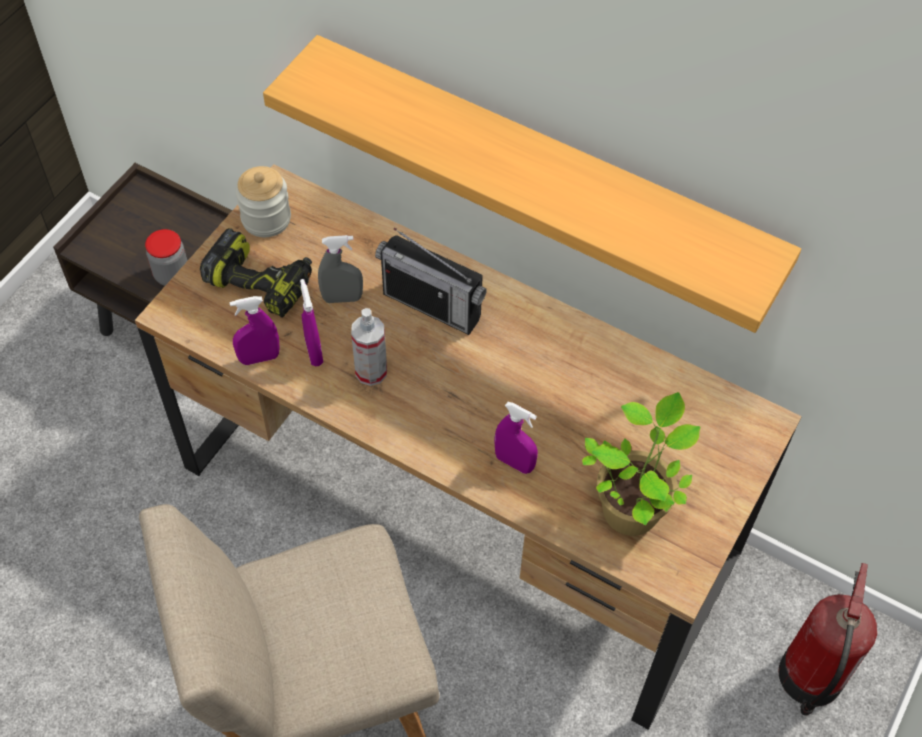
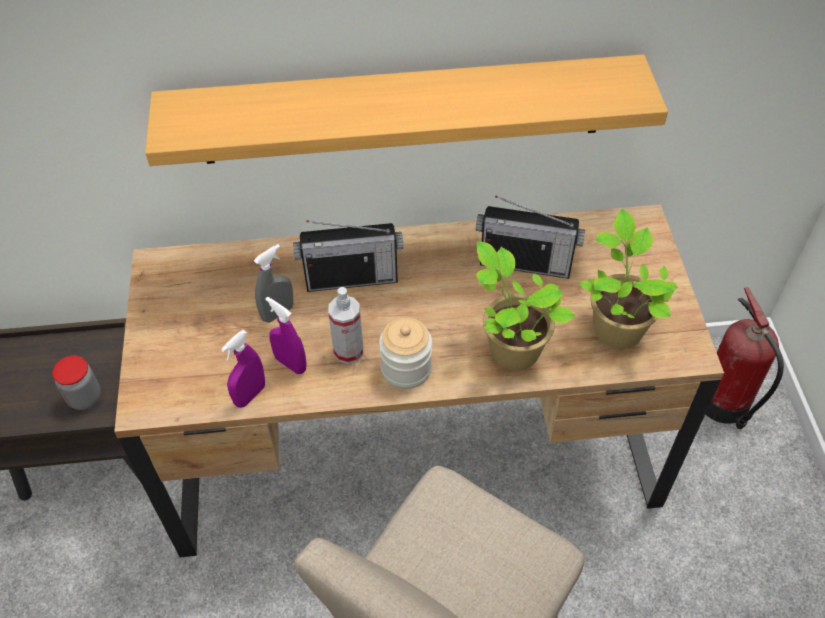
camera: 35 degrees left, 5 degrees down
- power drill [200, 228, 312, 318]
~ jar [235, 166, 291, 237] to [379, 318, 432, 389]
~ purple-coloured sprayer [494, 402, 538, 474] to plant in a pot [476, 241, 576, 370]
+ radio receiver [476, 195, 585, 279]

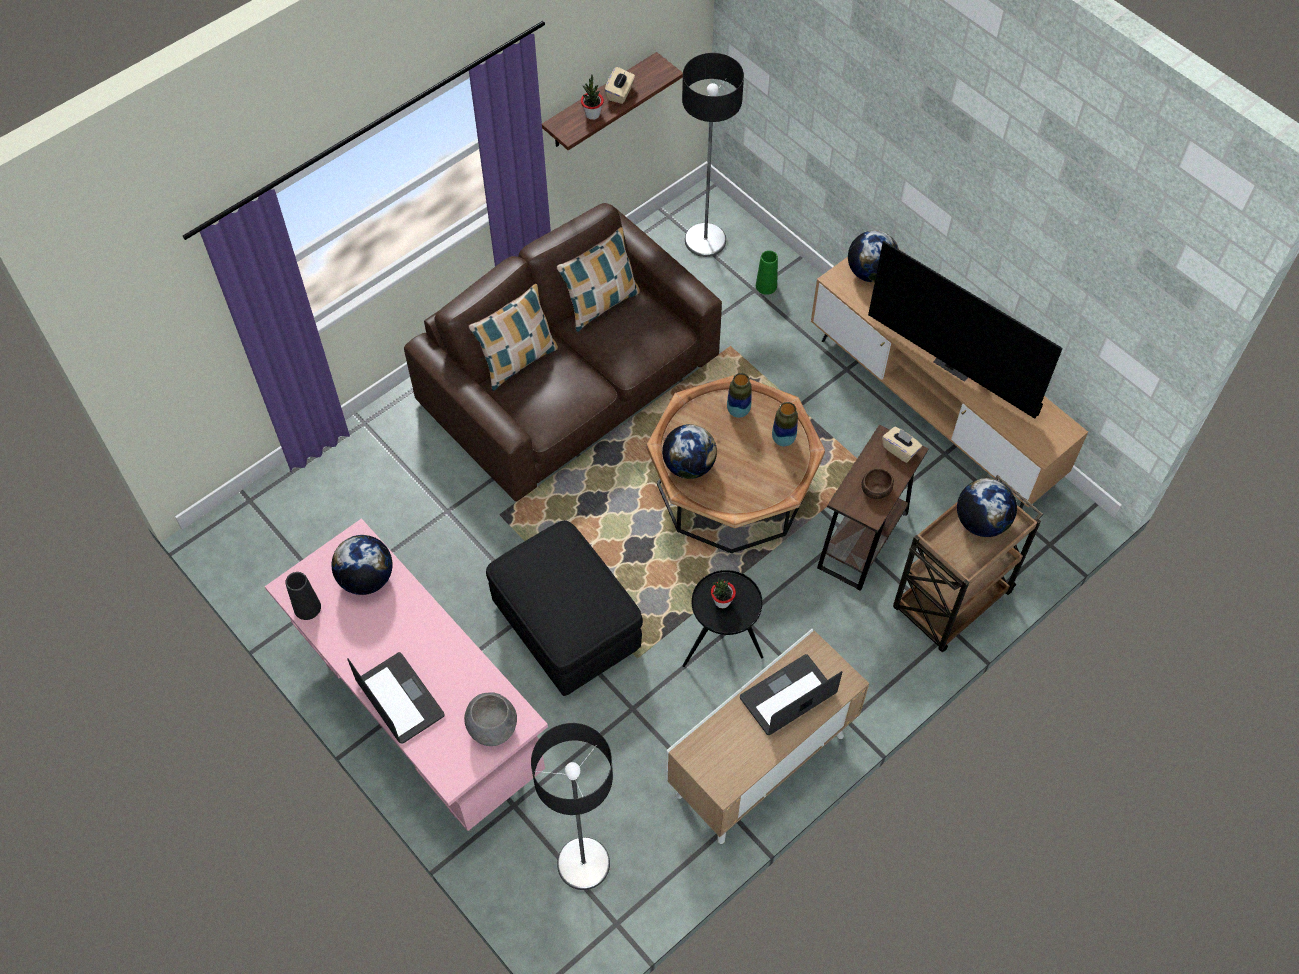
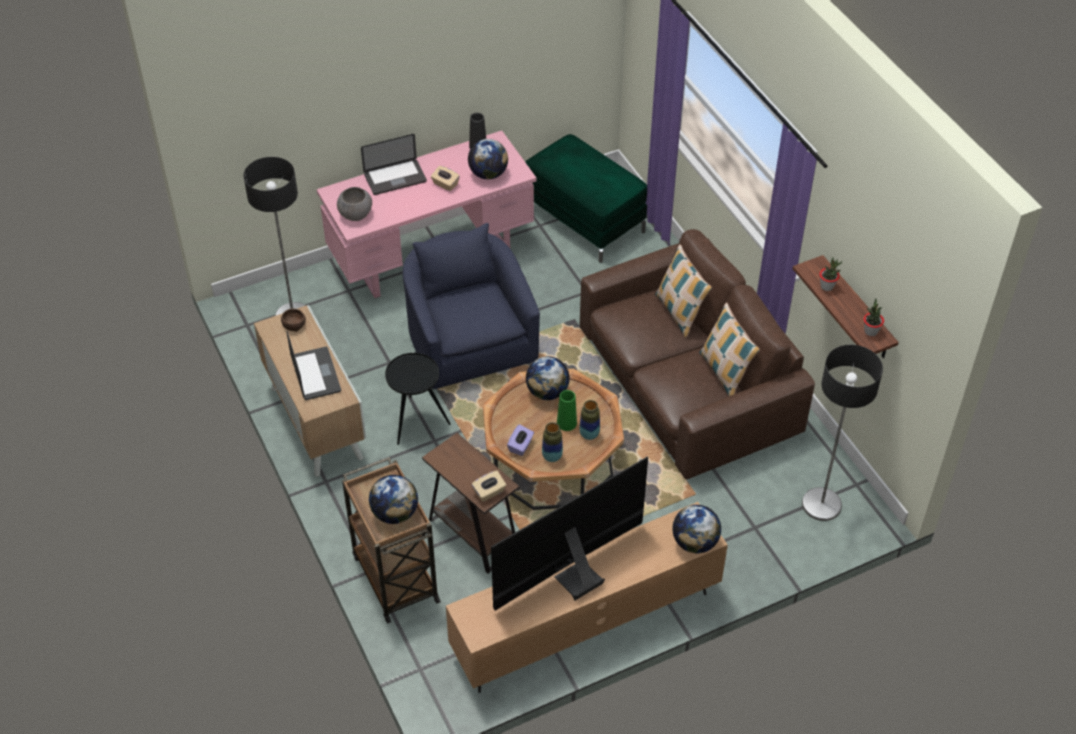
camera: 105 degrees right, 10 degrees down
~ black pouffe [486, 520, 643, 696] to bluish armchair [403, 223, 540, 389]
~ beige-coloured box of tissues [604, 67, 635, 104] to [431, 166, 460, 191]
~ plant in a pot [711, 578, 736, 608] to [863, 298, 884, 336]
~ green flower vase [756, 250, 778, 295] to [557, 390, 577, 431]
~ brown-coloured deep dish [862, 468, 894, 499] to [281, 308, 306, 332]
+ purple-coloured box of tissues [507, 424, 534, 456]
+ green pouffe [525, 134, 647, 263]

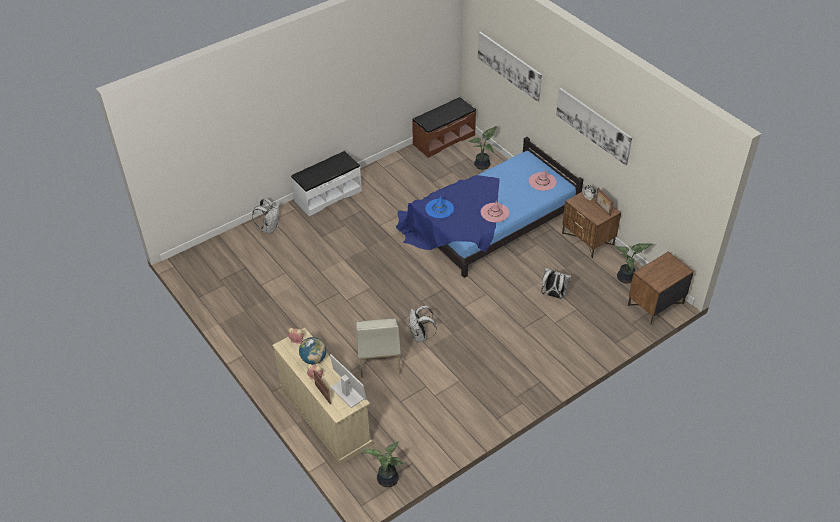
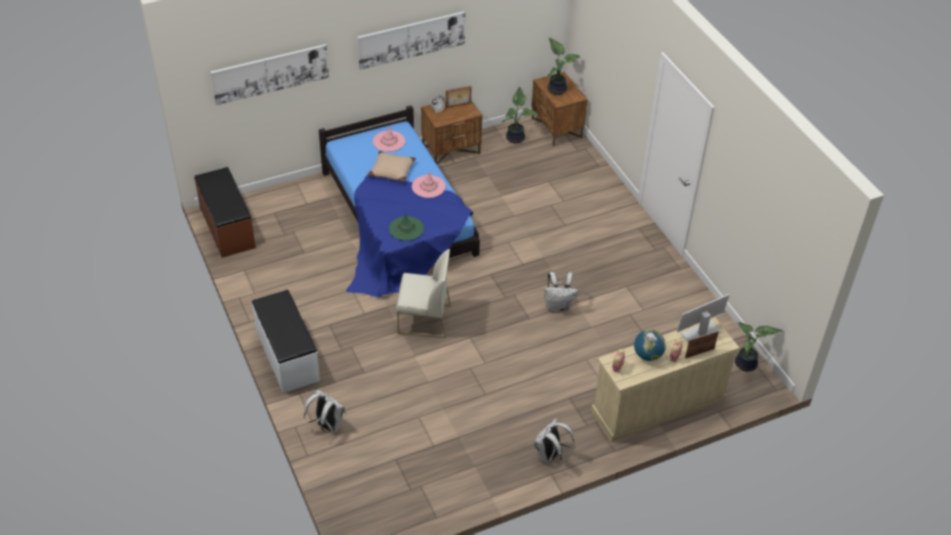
camera: 80 degrees left, 0 degrees up
~ white upright chair [355, 318, 401, 378] to [396, 249, 451, 338]
~ bluish wearable hat [425, 195, 454, 218] to green wearable hat [389, 213, 424, 241]
~ plant in a pot [469, 126, 498, 170] to [547, 38, 580, 95]
~ white knapsack [541, 268, 571, 299] to [534, 418, 574, 464]
+ beige-coloured throw pillow [367, 151, 416, 182]

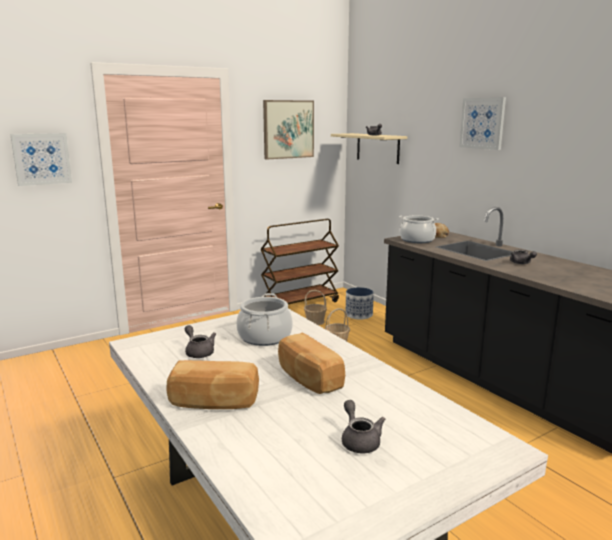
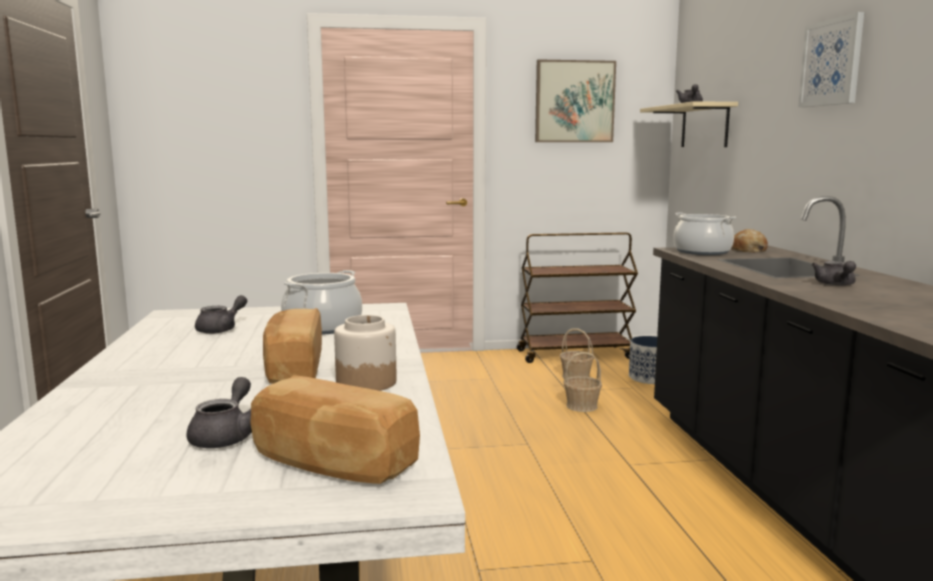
camera: 25 degrees right, 5 degrees down
- wall picture [10, 133, 72, 186]
~ baked bread [166, 360, 259, 409] to [250, 375, 420, 484]
~ greyish tea pot [185, 325, 216, 358] = [195, 295, 247, 334] 45 degrees clockwise
+ jar [334, 315, 397, 391]

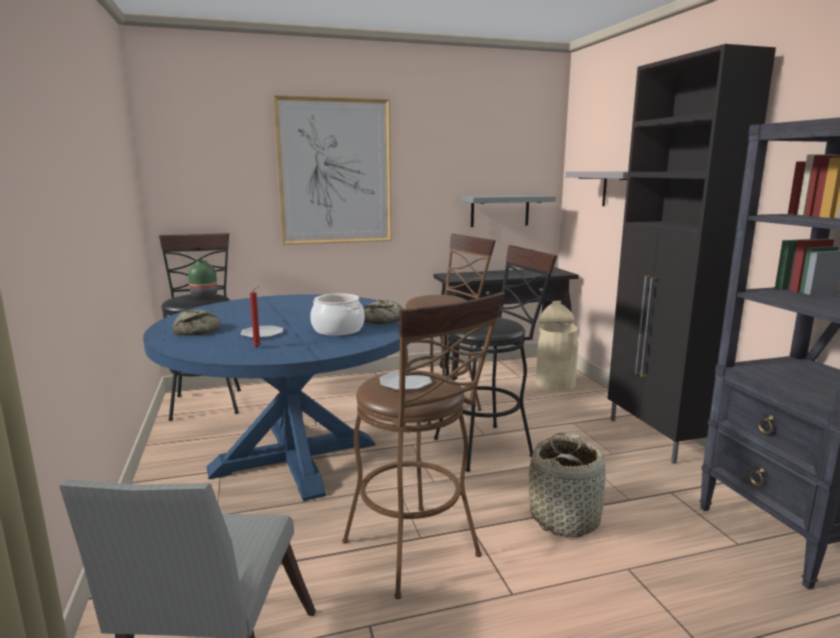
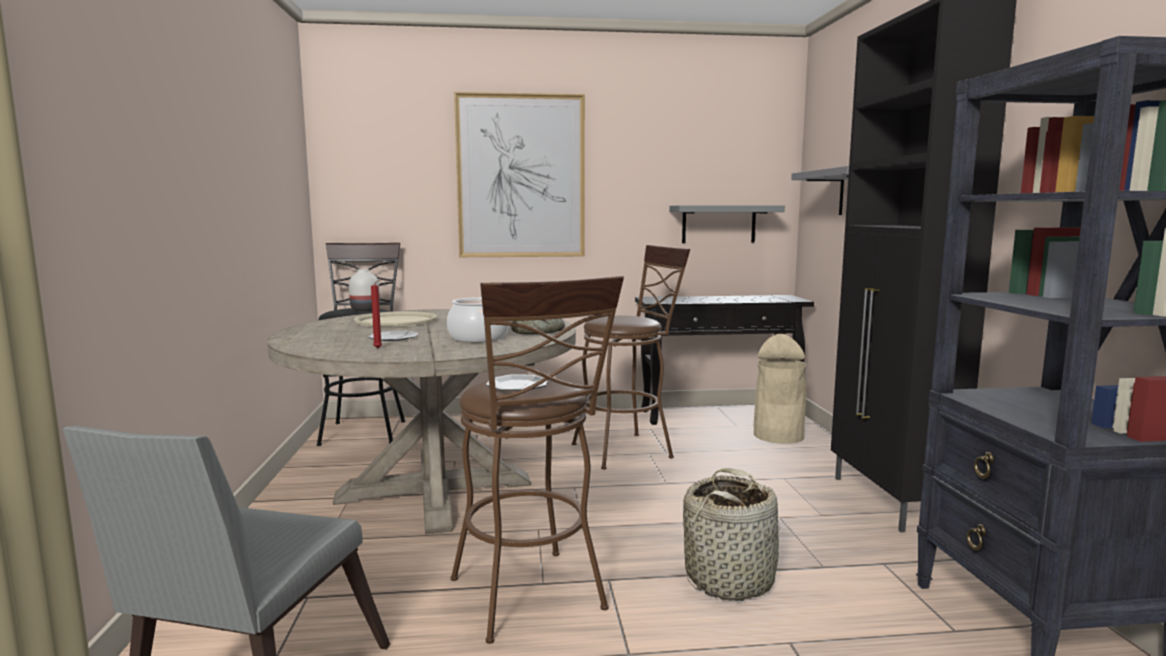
camera: 10 degrees right, 5 degrees down
~ bluish dining table [143, 294, 409, 501] to beige-coloured dining table [267, 309, 576, 534]
- baked bread [173, 310, 221, 335]
~ green flower vase [188, 260, 218, 299] to white flower vase [349, 269, 380, 311]
- black stool [434, 245, 557, 472]
+ beige-coloured carrying tray [354, 311, 437, 327]

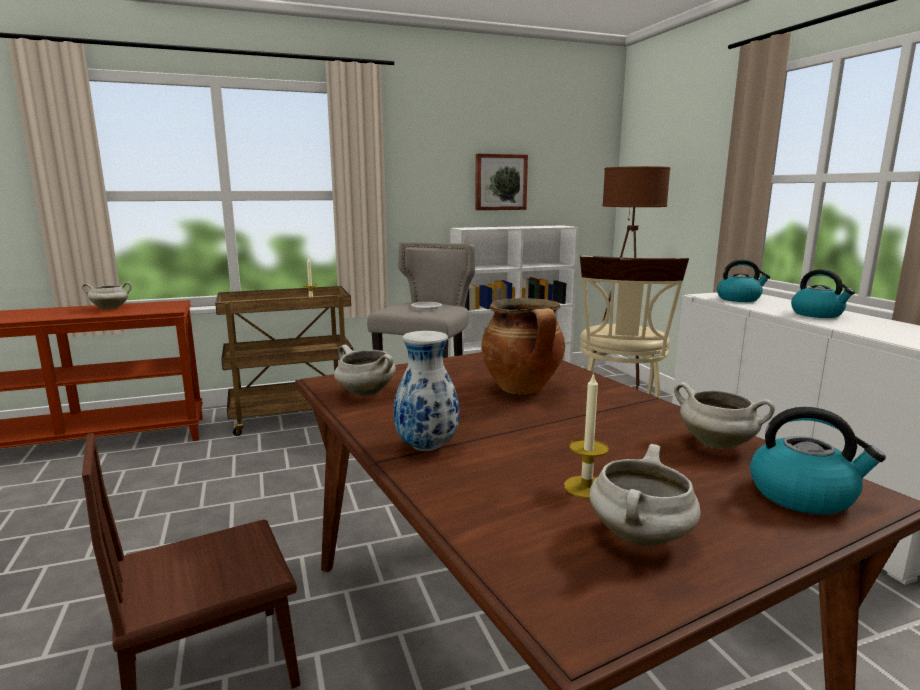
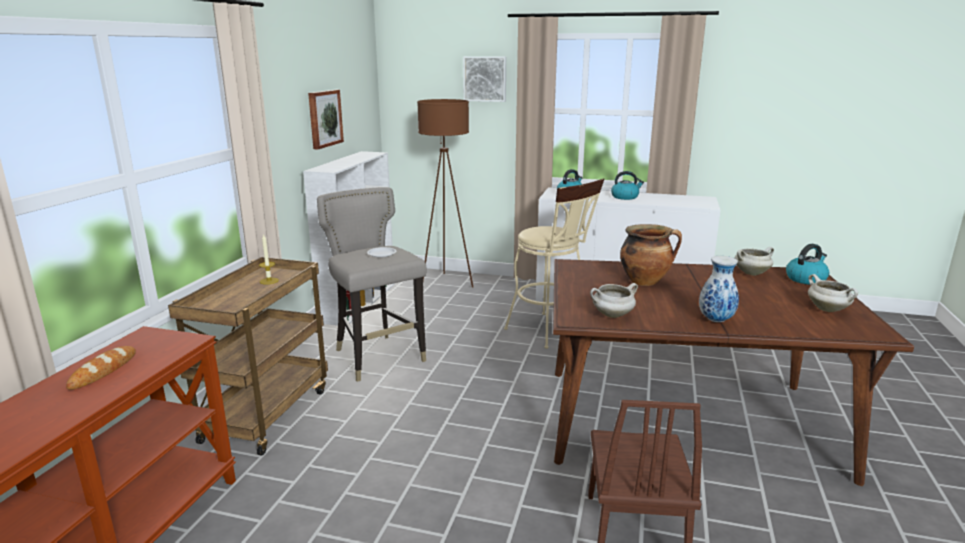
camera: 55 degrees left, 5 degrees up
~ white cooking pot [81, 282, 132, 310] to baked bread [66, 346, 136, 390]
- candle [564, 372, 609, 499]
+ wall picture [463, 56, 506, 102]

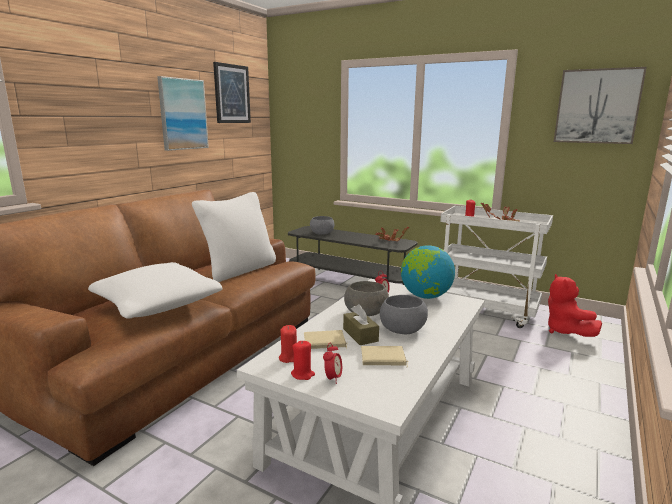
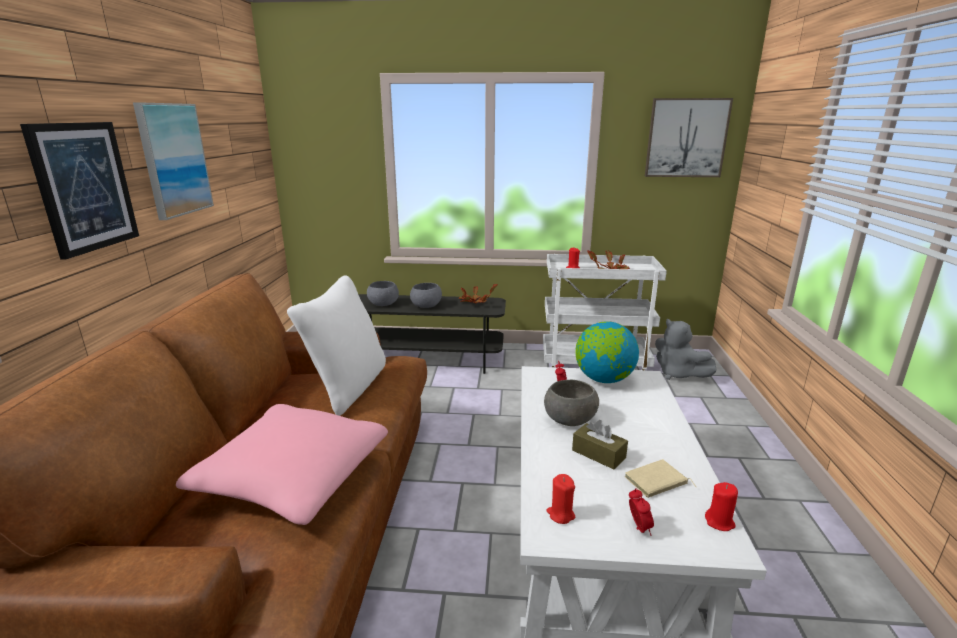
camera: 25 degrees left, 5 degrees up
~ white throw pillow [88, 262, 223, 319] to pink throw pillow [176, 404, 388, 525]
~ wall picture [213, 62, 251, 123] to [20, 122, 139, 259]
~ reddish candle [291, 341, 315, 380] to [705, 482, 738, 531]
- beige-coloured volume [304, 330, 348, 349]
~ greyish deep dish [380, 295, 428, 334] to [410, 283, 442, 308]
~ reddish soft toy [548, 274, 602, 337] to greyish soft toy [655, 319, 717, 380]

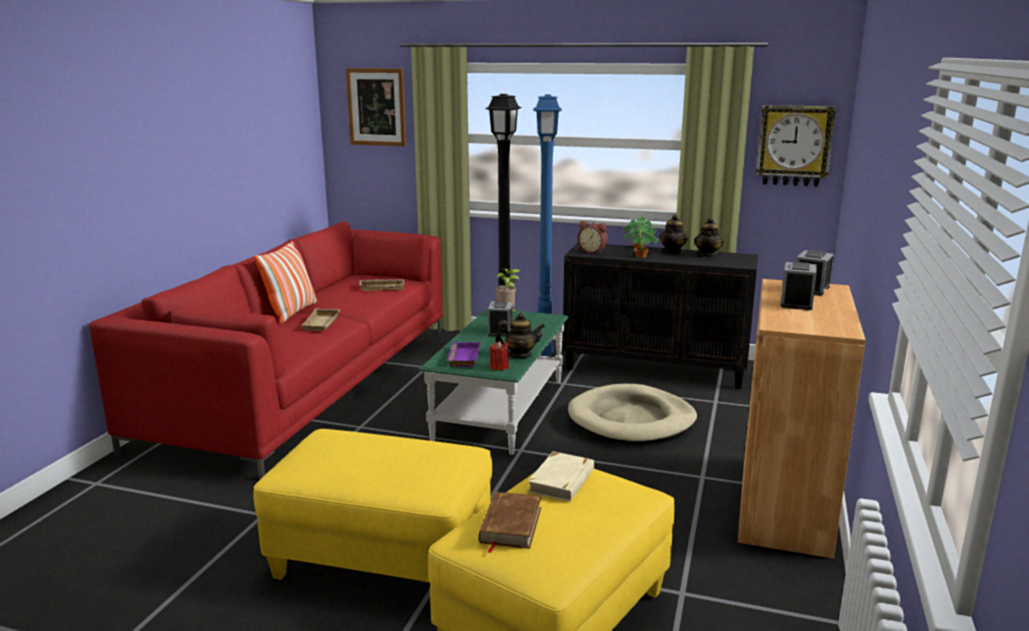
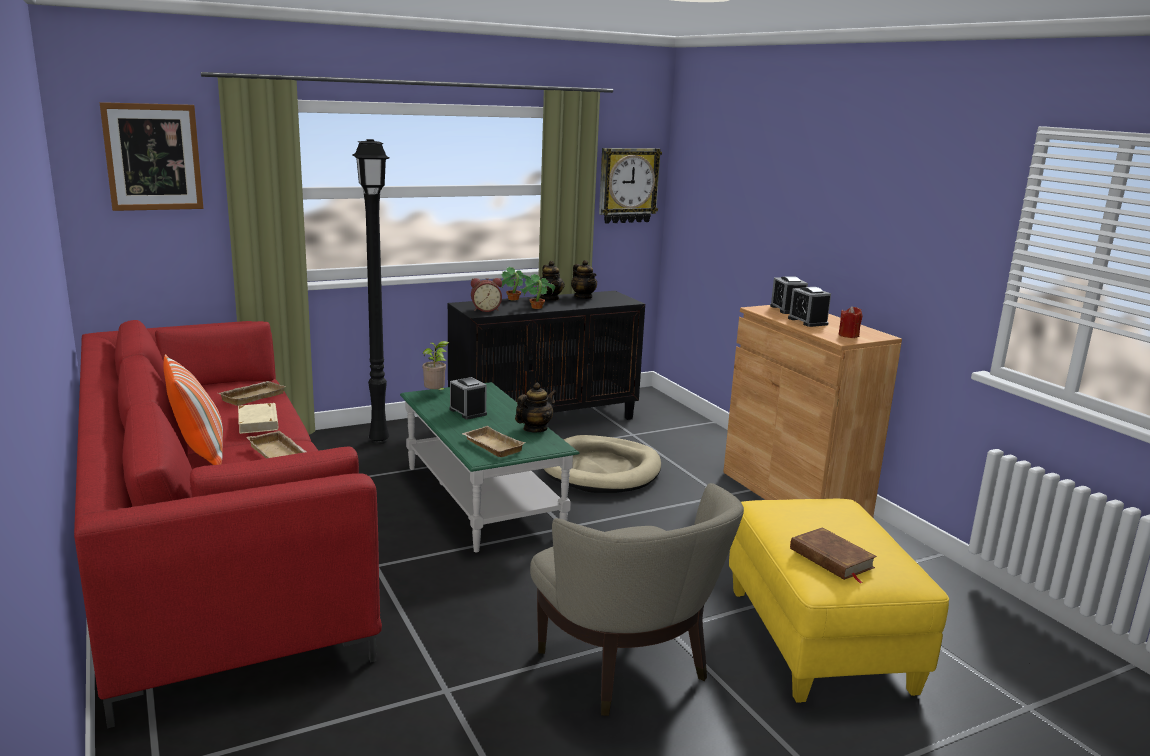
camera: 45 degrees left, 0 degrees up
~ yellow-coloured pouffe [254, 429, 492, 582] to beige-coloured armchair [530, 483, 744, 716]
~ purple-coloured carrying tray [447, 342, 481, 367] to beige-coloured carrying tray [462, 426, 525, 457]
~ reddish candle [490, 341, 509, 370] to [838, 306, 862, 338]
~ beige-coloured volume [528, 451, 594, 502] to [238, 403, 278, 434]
- bluish floor lamp [533, 95, 562, 357]

